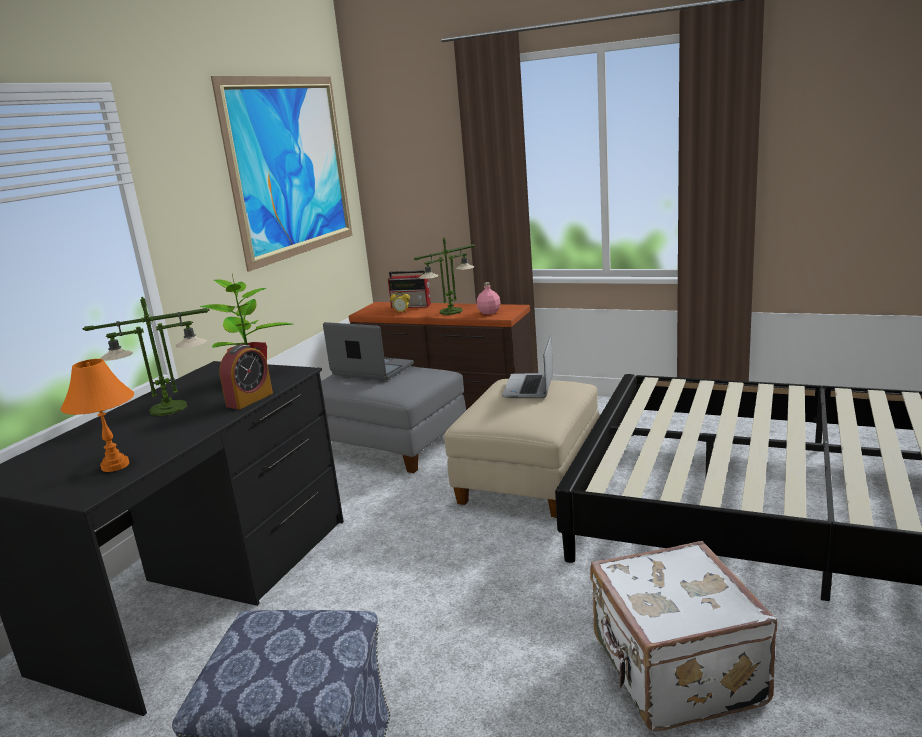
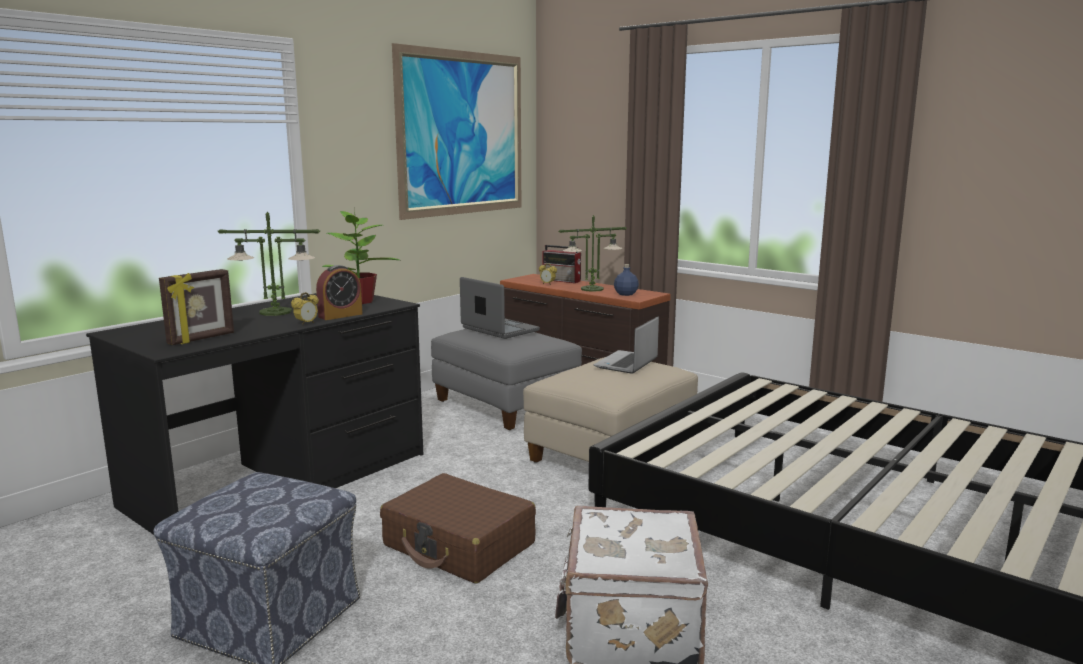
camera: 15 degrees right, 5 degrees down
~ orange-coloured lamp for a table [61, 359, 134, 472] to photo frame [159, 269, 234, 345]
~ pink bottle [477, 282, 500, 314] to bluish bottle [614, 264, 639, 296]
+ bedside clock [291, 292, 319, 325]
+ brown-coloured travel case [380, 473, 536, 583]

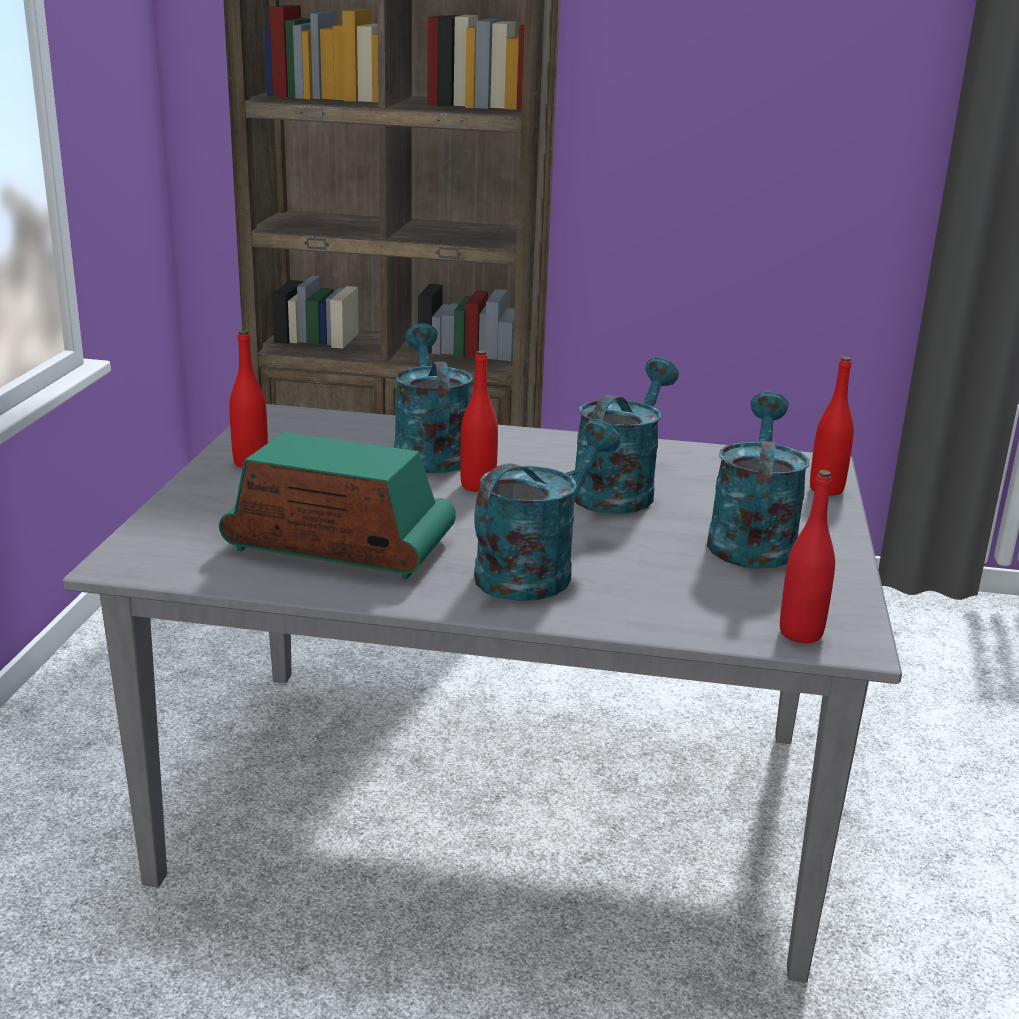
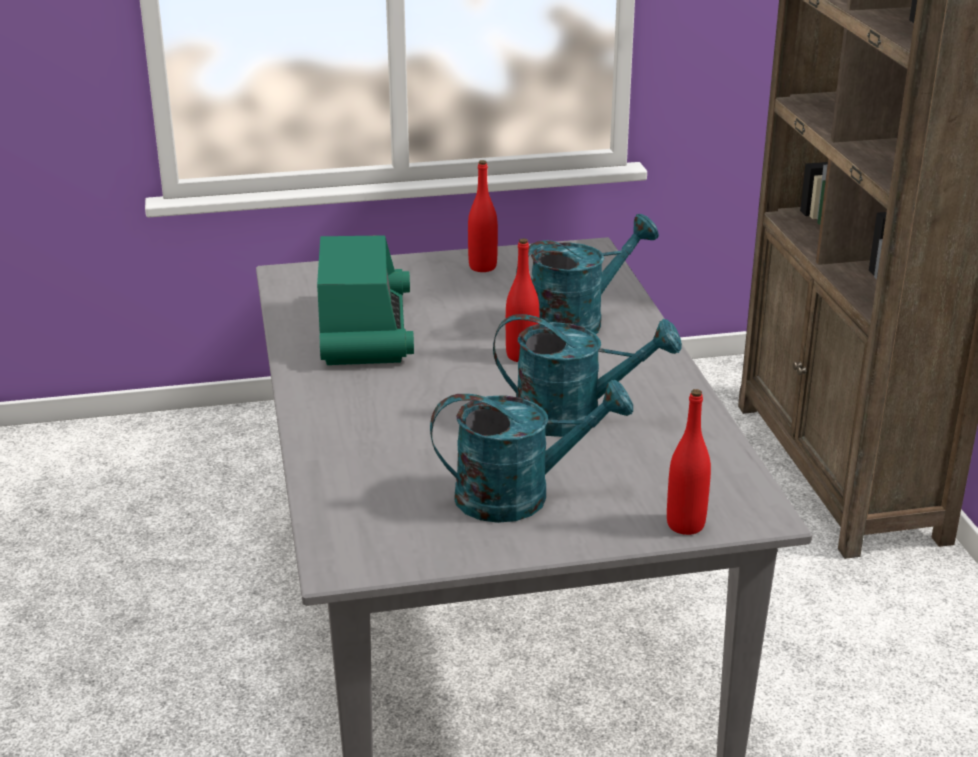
camera: 70 degrees right, 5 degrees up
- turquoise watering can [474, 419, 620, 601]
- reddish bottle [780, 470, 835, 643]

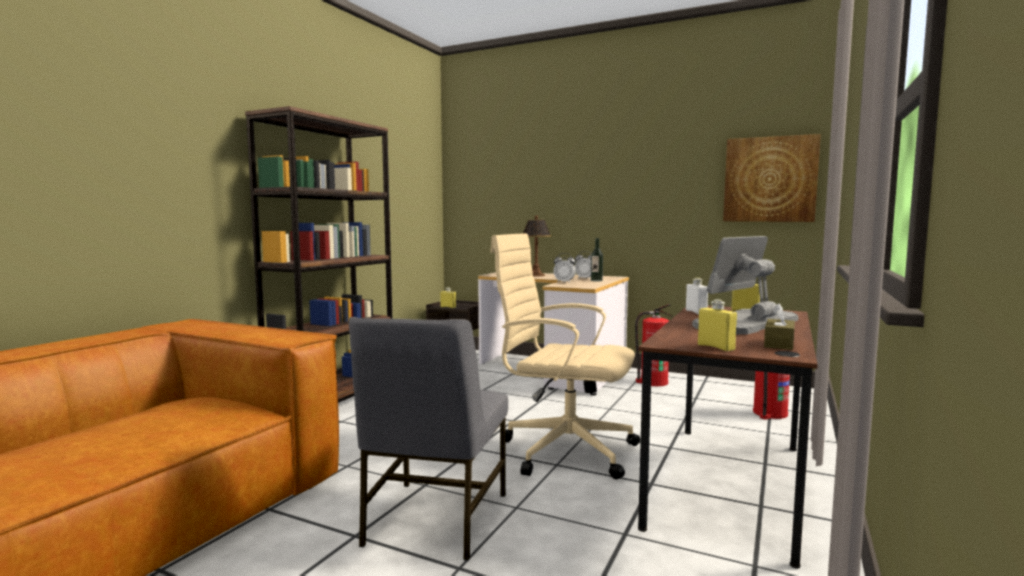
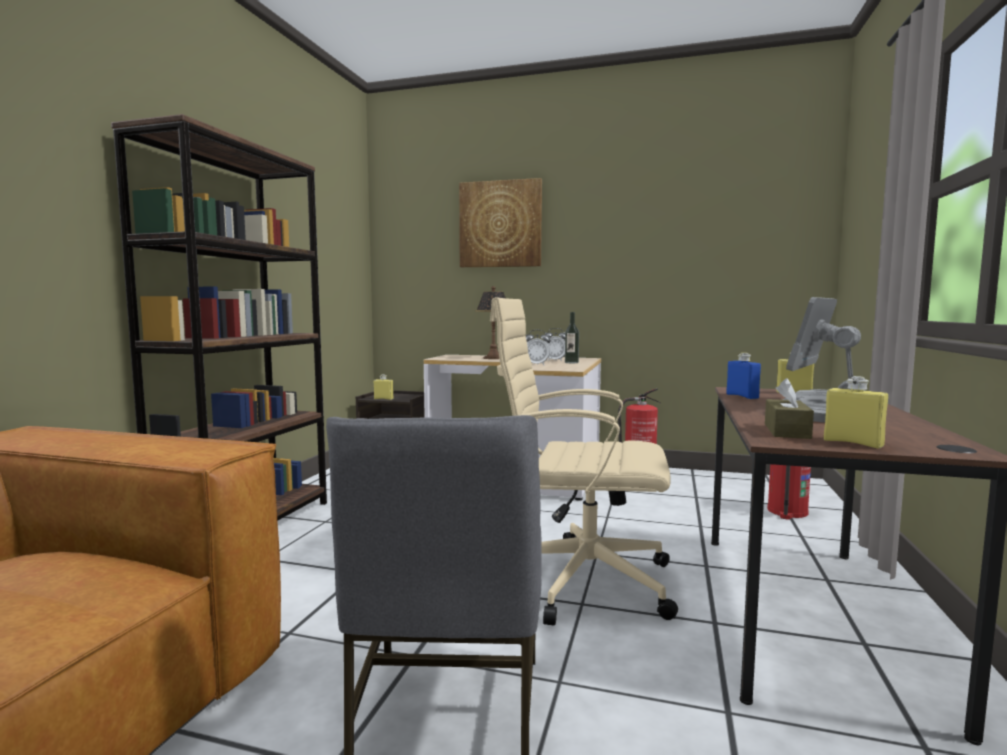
camera: 10 degrees left, 0 degrees up
~ white bottle [686, 278, 708, 315] to bluish bottle [726, 353, 761, 399]
~ wall picture [723, 134, 821, 222] to [459, 178, 542, 267]
~ brown-coloured box of tissues [764, 303, 795, 350] to [765, 378, 814, 439]

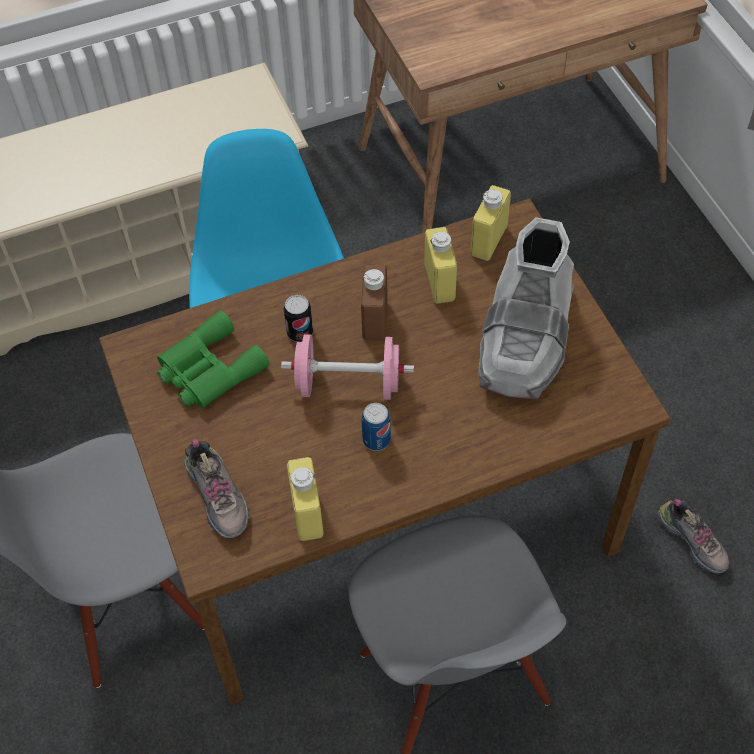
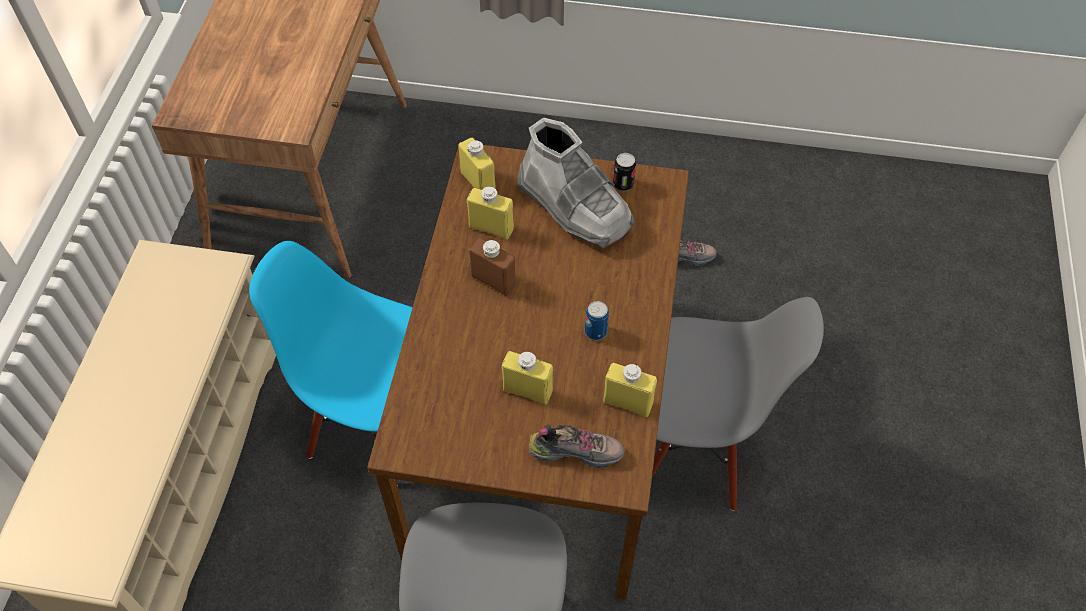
camera: 60 degrees left, 0 degrees up
- green pair of binoculars [157, 311, 270, 408]
- pink free weight [281, 334, 414, 400]
~ can [283, 295, 313, 342] to [613, 153, 636, 191]
+ yellow-coloured bottle [502, 351, 553, 405]

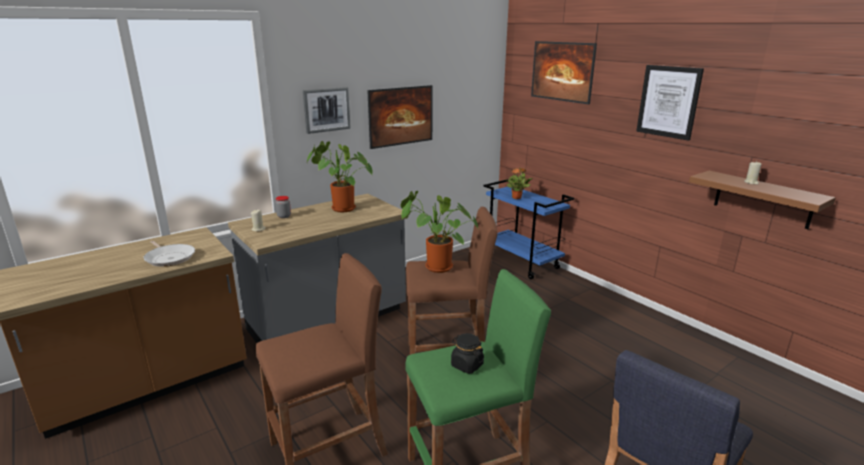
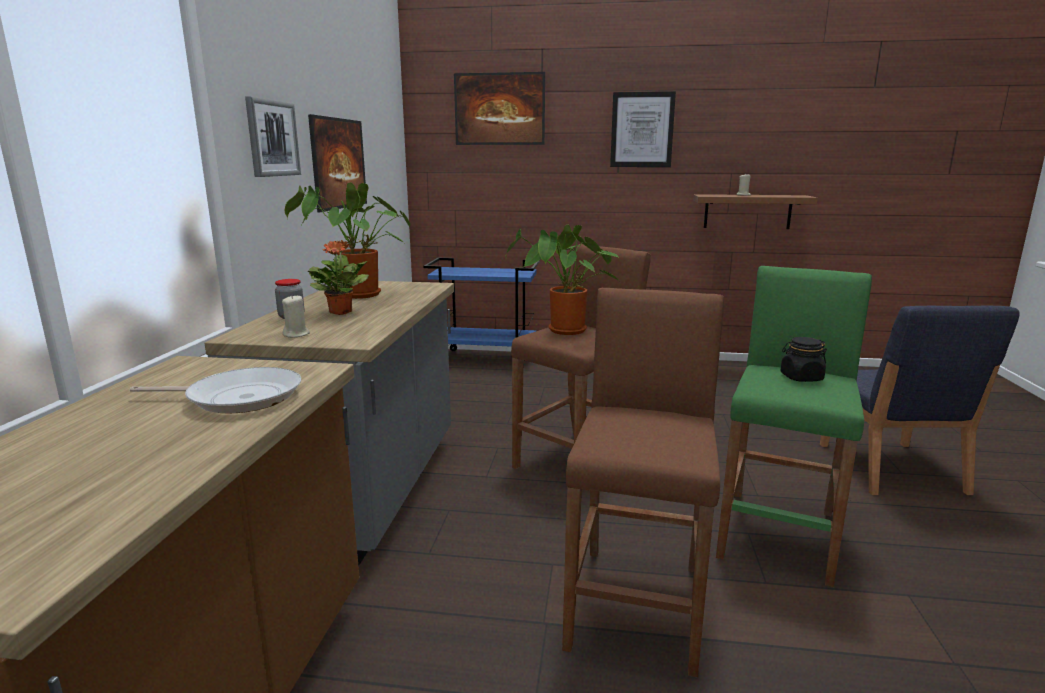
camera: 45 degrees left, 5 degrees down
~ plant in a pot [505, 168, 533, 199] to [308, 240, 369, 315]

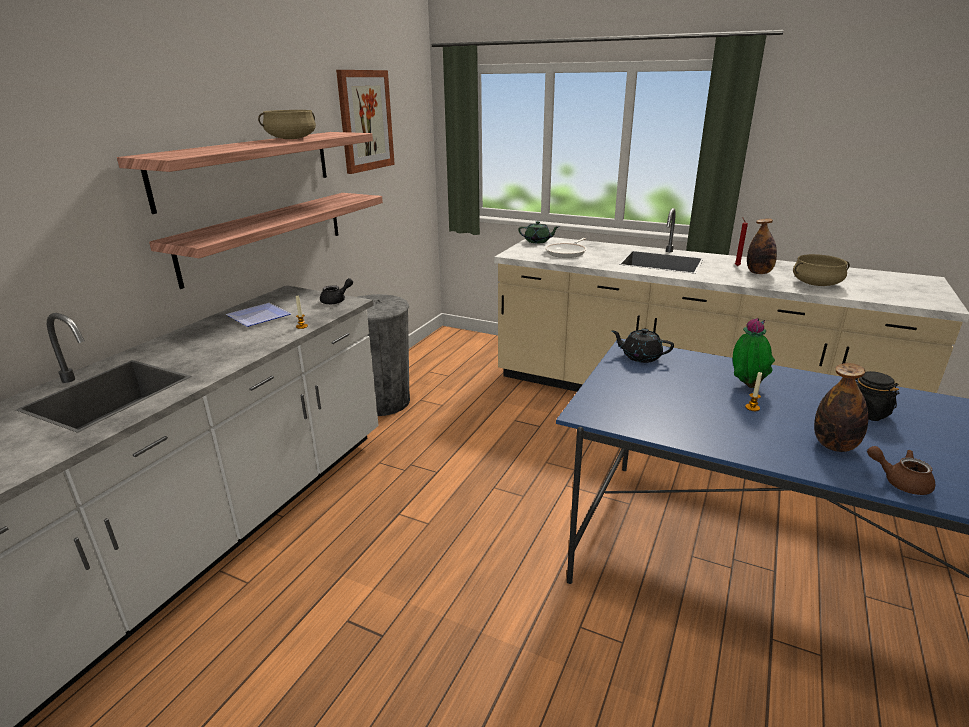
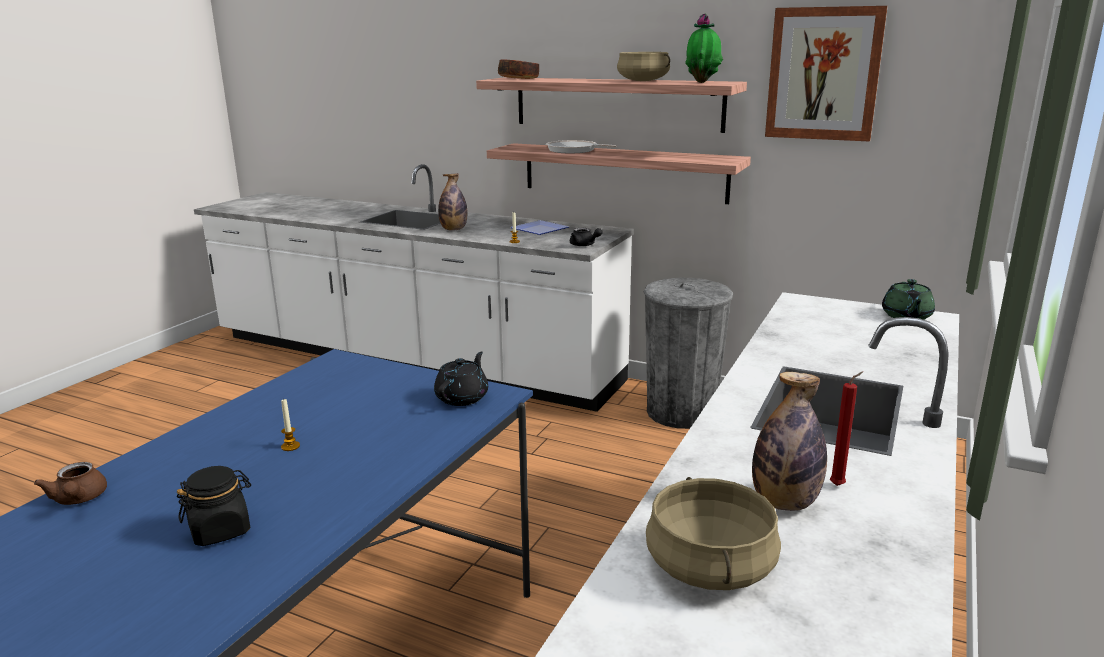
camera: 90 degrees right, 5 degrees down
~ frying pan [545, 238, 587, 258] to [546, 140, 617, 153]
~ plant in a pot [733, 318, 775, 388] to [685, 13, 723, 83]
~ bottle [814, 363, 868, 452] to [438, 173, 467, 231]
~ brown-coloured tea pot [867, 446, 935, 495] = [34, 462, 107, 505] 120 degrees clockwise
+ deep dish [498, 59, 539, 79]

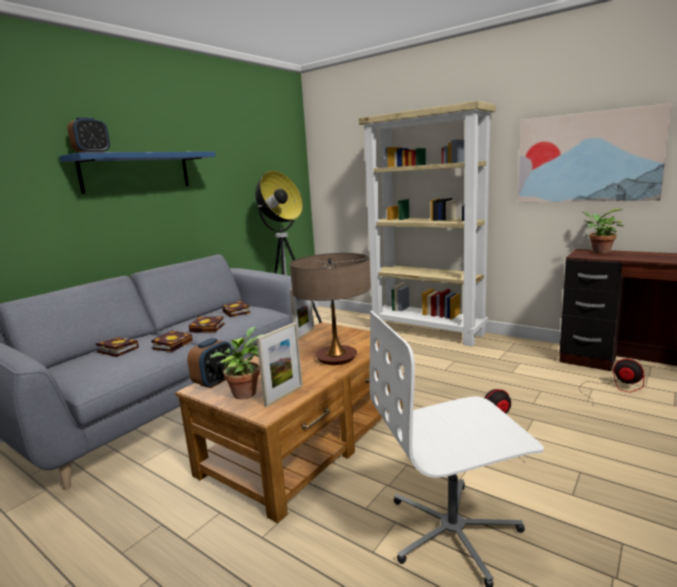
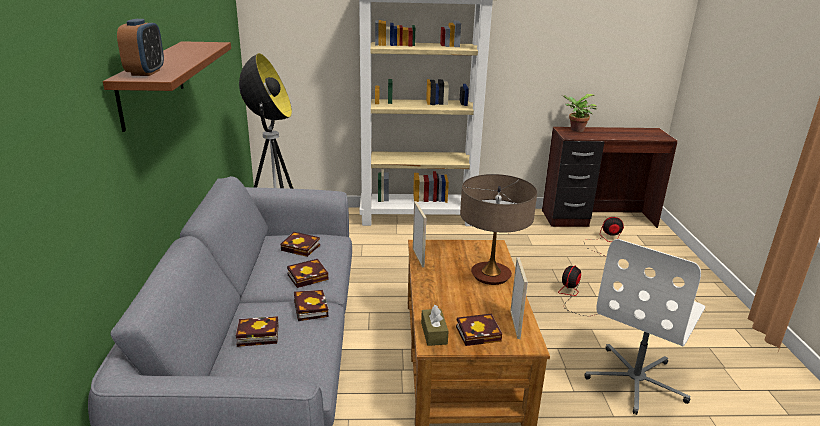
camera: 40 degrees left, 10 degrees up
~ bluish bracket shelf [59, 152, 216, 194] to brown-coloured bracket shelf [103, 41, 231, 132]
~ bedside clock [187, 338, 232, 388] to brown-coloured box of tissues [421, 305, 449, 346]
~ plant in a pot [210, 327, 264, 399] to volume [456, 313, 502, 346]
- wall picture [518, 103, 672, 202]

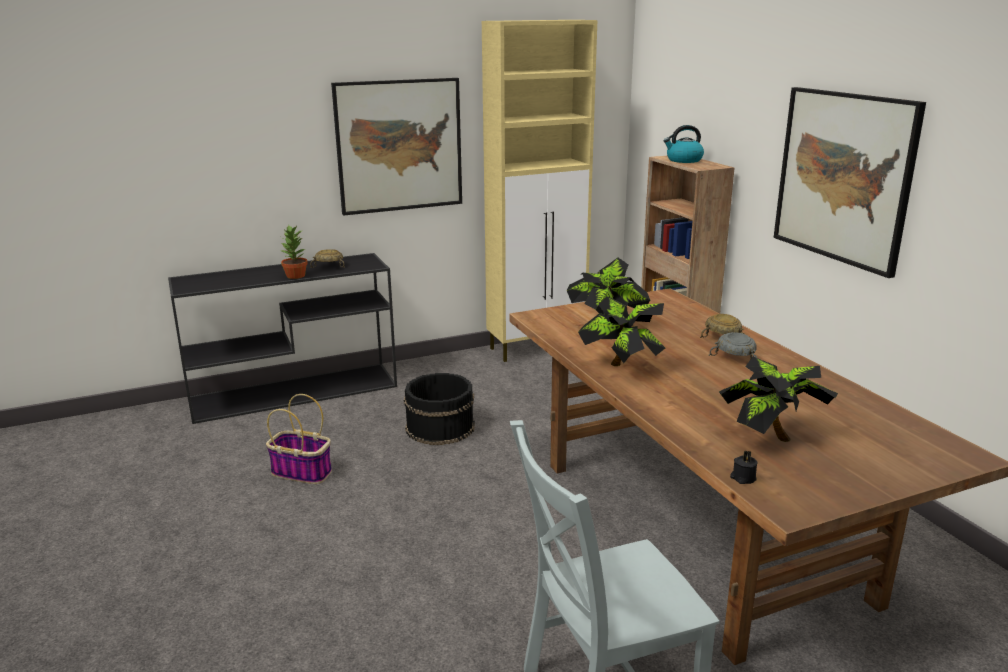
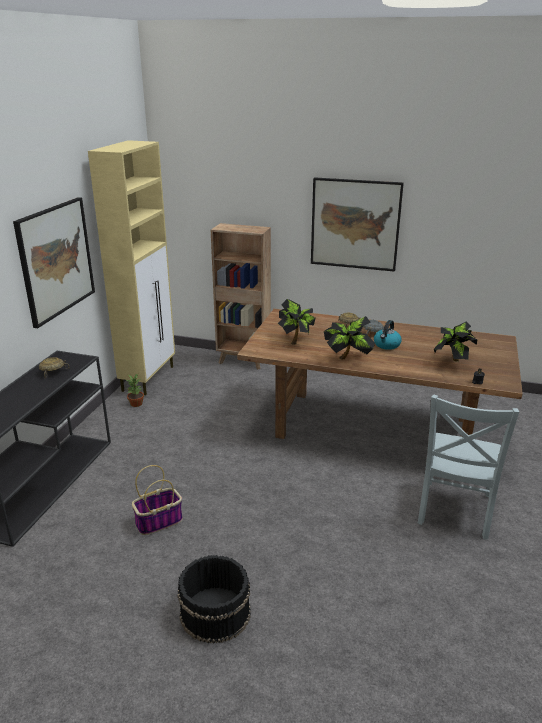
camera: 50 degrees left, 5 degrees up
~ plant in a pot [280, 226, 308, 279] to [127, 374, 144, 407]
~ black pail [404, 373, 475, 445] to [177, 555, 251, 644]
~ water kettle [663, 125, 704, 163] to [374, 320, 402, 350]

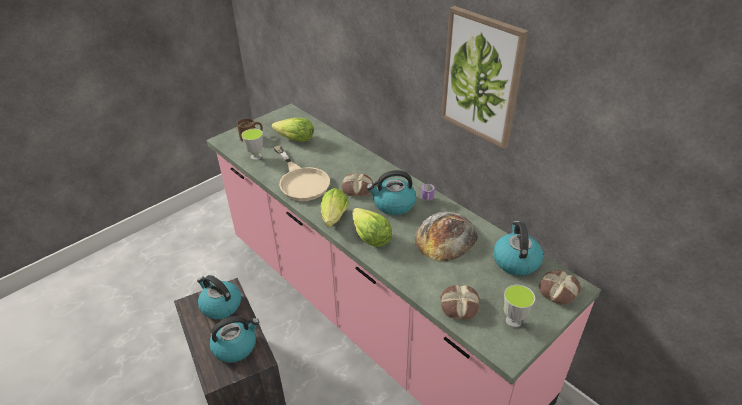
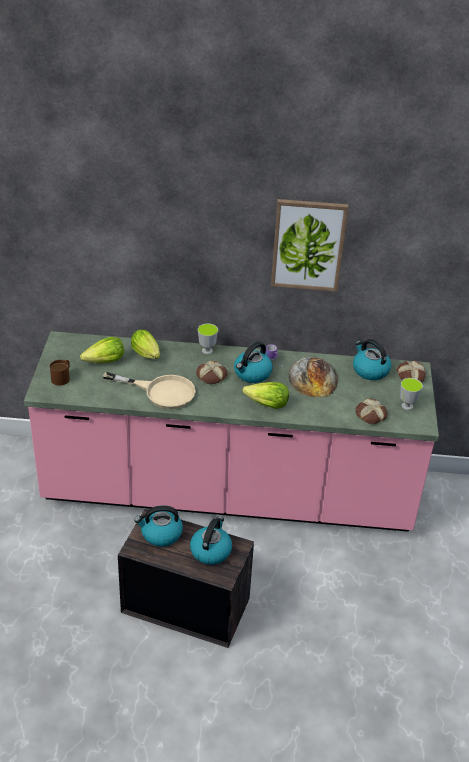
camera: 45 degrees left, 0 degrees up
~ small cup [241, 129, 263, 160] to [198, 323, 218, 354]
~ lettuce [321, 188, 349, 227] to [131, 330, 160, 359]

